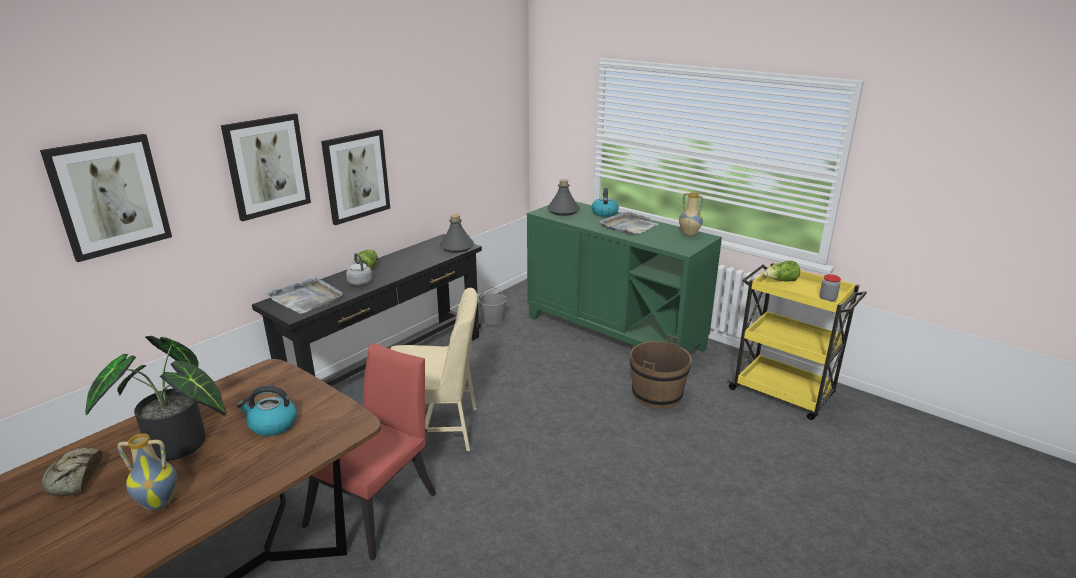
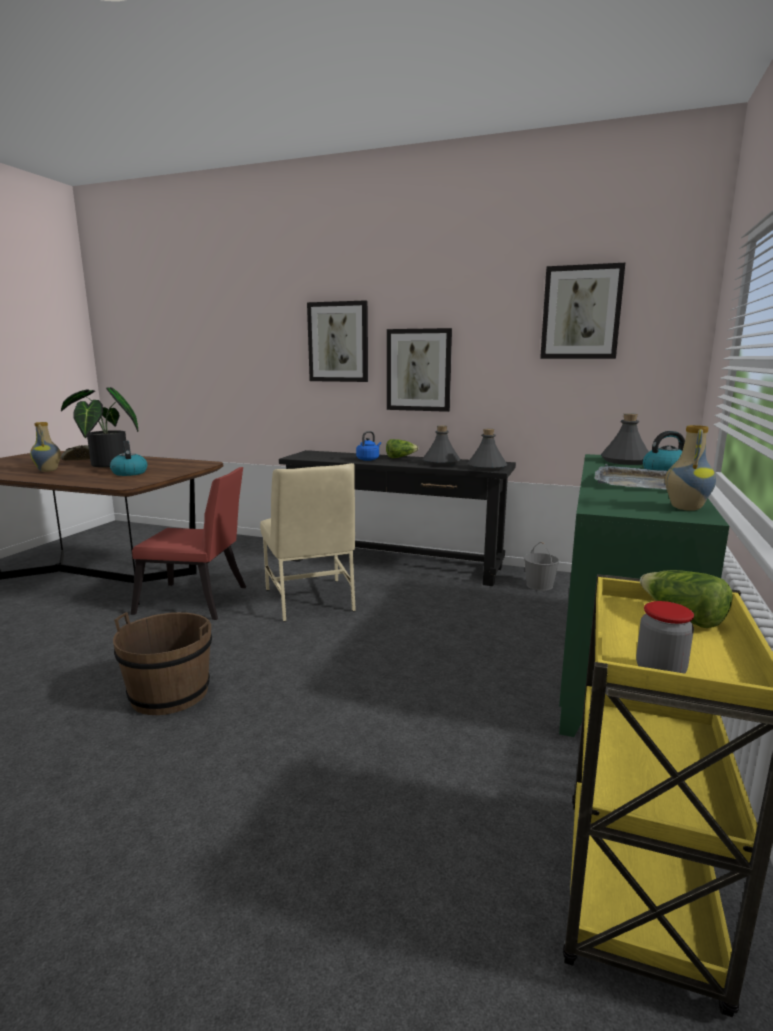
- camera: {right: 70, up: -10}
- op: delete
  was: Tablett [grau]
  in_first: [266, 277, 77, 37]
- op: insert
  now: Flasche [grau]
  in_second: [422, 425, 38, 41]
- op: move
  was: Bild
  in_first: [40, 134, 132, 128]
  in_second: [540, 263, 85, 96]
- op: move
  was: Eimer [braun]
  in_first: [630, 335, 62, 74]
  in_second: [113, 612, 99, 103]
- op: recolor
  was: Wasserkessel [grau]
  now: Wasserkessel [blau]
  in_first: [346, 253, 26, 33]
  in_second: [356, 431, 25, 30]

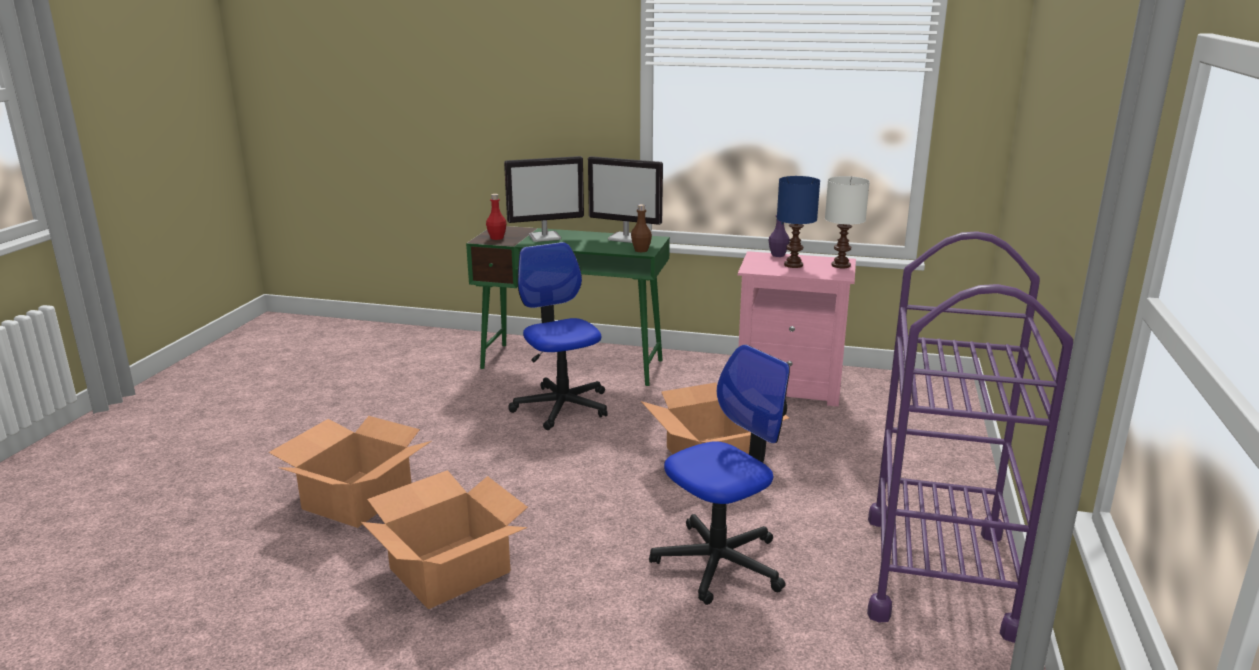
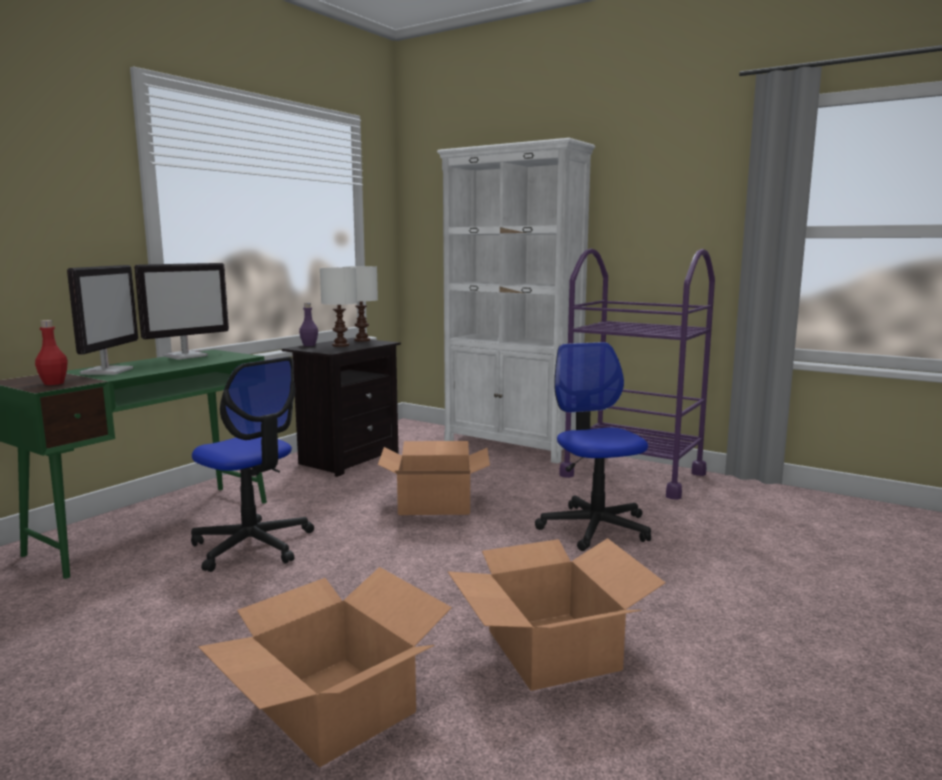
- camera: {right: -70, up: -10}
- op: delete
  was: Flasche [braun]
  in_first: [631, 204, 21, 48]
- op: insert
  now: Bücherregal [weiß]
  in_second: [437, 138, 158, 326]
- op: recolor
  was: Nachttisch [rosa]
  now: Nachttisch [schwarz]
  in_first: [738, 251, 118, 156]
  in_second: [282, 338, 119, 139]
- op: recolor
  was: Tischlampe [blau]
  now: Tischlampe [weiß]
  in_first: [777, 176, 43, 92]
  in_second: [320, 267, 37, 80]
- op: rotate
  was: Bürostuhl
  in_first: [508, 242, 100, 188]
  in_second: [191, 357, 123, 215]
  clockwise: -135

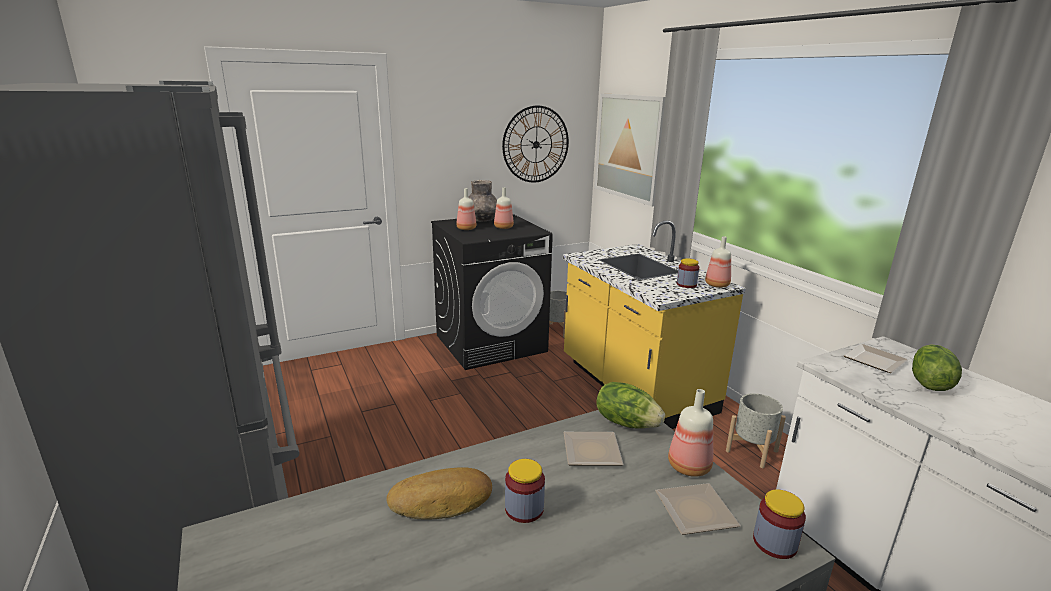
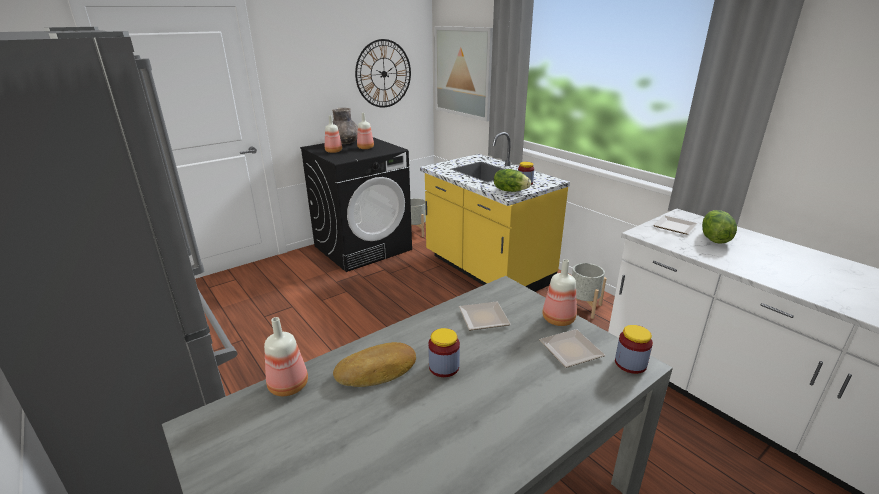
- camera: {right: -10, up: 5}
- op: move
  was: Salatkopf
  in_first: [596, 382, 69, 46]
  in_second: [494, 169, 37, 23]
- op: move
  was: Flasche
  in_first: [705, 236, 26, 52]
  in_second: [264, 317, 44, 79]

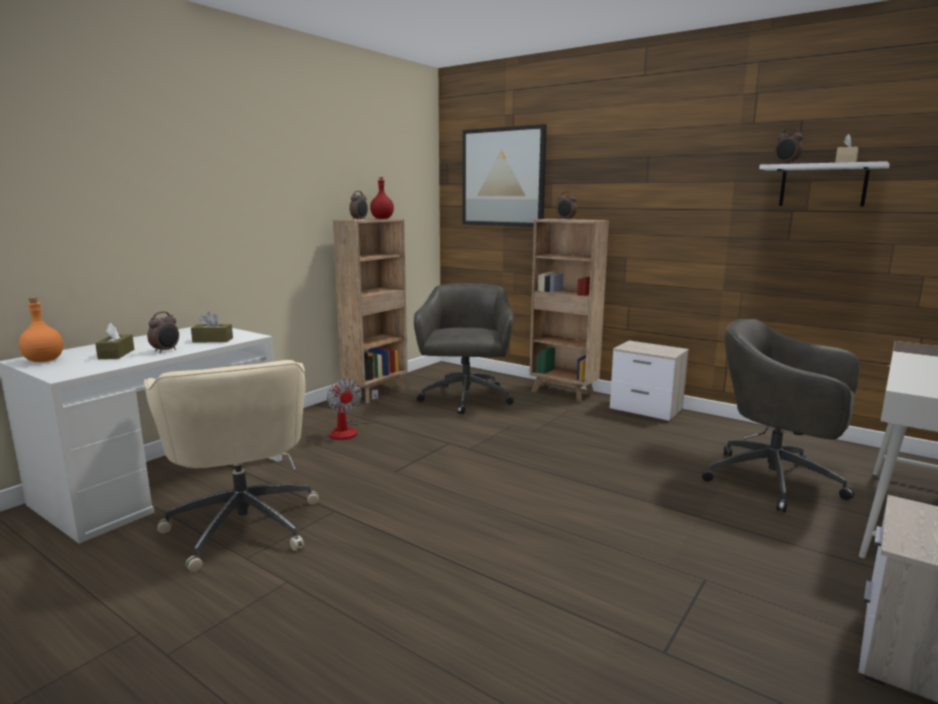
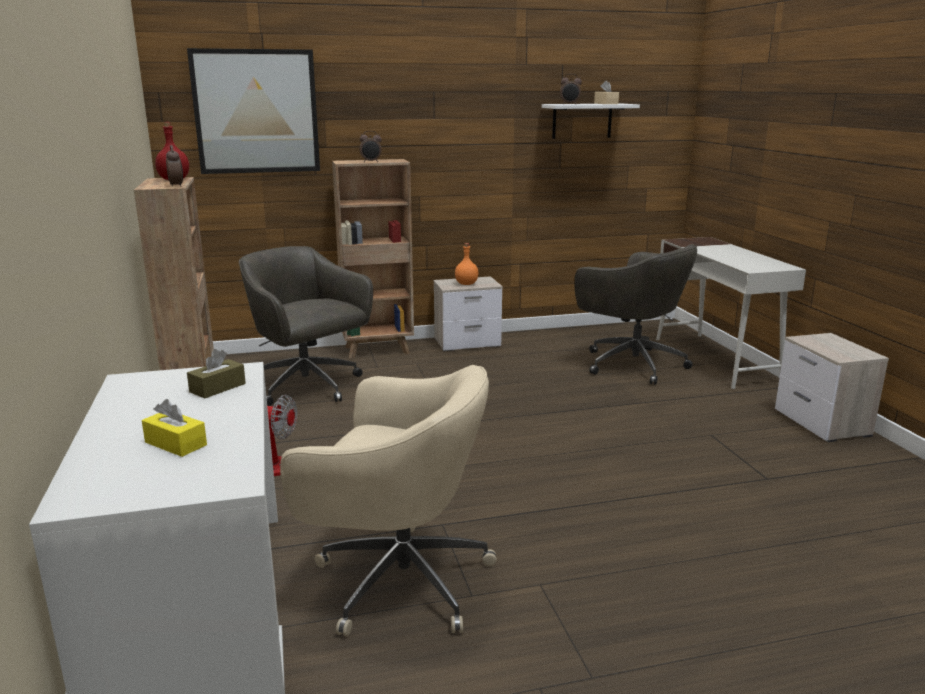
- camera: {right: -50, up: 5}
- op: delete
  was: Wecker
  in_first: [147, 312, 32, 41]
- op: move
  was: Flasche [orange]
  in_first: [19, 298, 44, 64]
  in_second: [455, 243, 24, 42]
- op: recolor
  was: Taschentuchbox [braun]
  now: Taschentuchbox [gelb]
  in_first: [95, 323, 39, 36]
  in_second: [142, 399, 65, 58]
- op: rotate
  was: Bürostuhl [grau]
  in_first: [702, 319, 157, 194]
  in_second: [574, 244, 123, 141]
  clockwise: -120

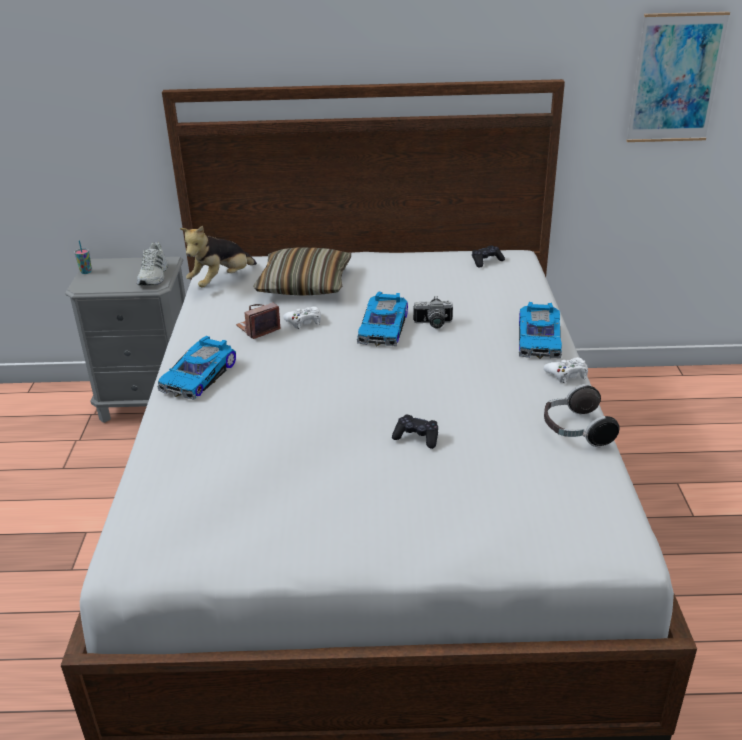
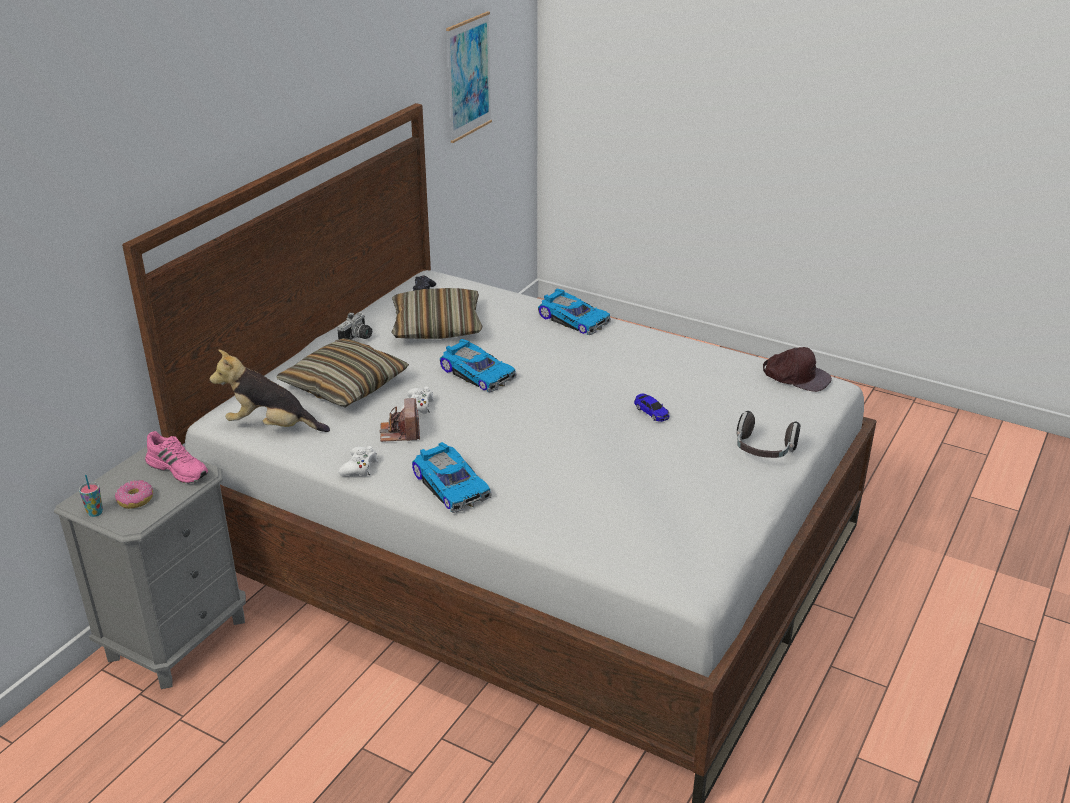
- camera: {right: -60, up: 0}
- op: insert
  now: Donut
  in_second: [115, 480, 38, 29]
- op: insert
  now: Kissen
  in_second: [391, 288, 91, 51]
- op: insert
  now: Kappe [braun]
  in_second: [763, 347, 69, 45]
- op: move
  was: Kamera
  in_first: [413, 296, 40, 33]
  in_second: [337, 312, 35, 28]
- op: move
  was: Gamepad [weiß]
  in_first: [544, 357, 44, 26]
  in_second: [338, 446, 40, 30]
- op: move
  was: Kopfhörer
  in_first: [544, 384, 75, 63]
  in_second: [736, 411, 64, 47]
- op: replace
  was: Gamepad [schwarz]
  now: Spielzeugauto
  in_first: [392, 415, 46, 34]
  in_second: [634, 393, 35, 29]
- op: recolor
  was: Schuh [weiß]
  now: Schuh [rosa]
  in_first: [137, 242, 31, 43]
  in_second: [145, 431, 63, 52]
- op: rotate
  was: Plüschtier
  in_first: [180, 226, 77, 61]
  in_second: [210, 350, 120, 82]
  clockwise: 120

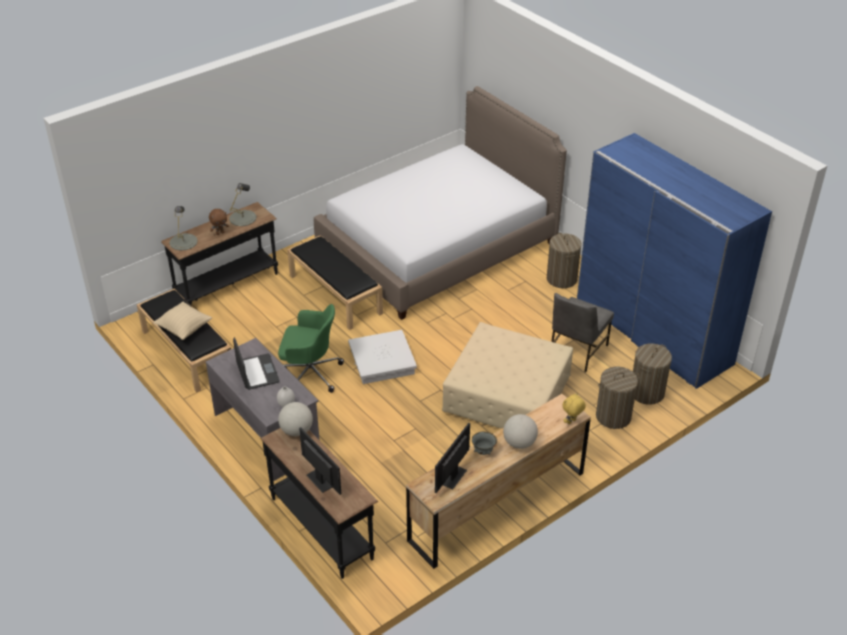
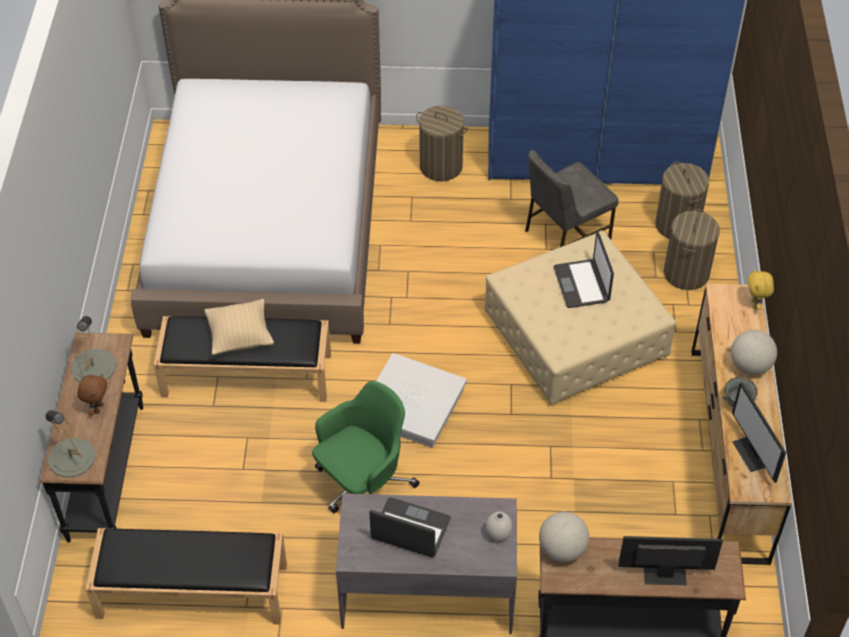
- camera: {right: -50, up: 10}
- op: insert
  now: Laptop
  in_second: [554, 232, 60, 76]
- op: move
  was: Kissen [beige]
  in_first: [153, 302, 59, 38]
  in_second: [204, 299, 70, 56]
- op: rotate
  was: Stuhl [grau]
  in_first: [551, 293, 63, 79]
  in_second: [525, 150, 94, 97]
  clockwise: 75

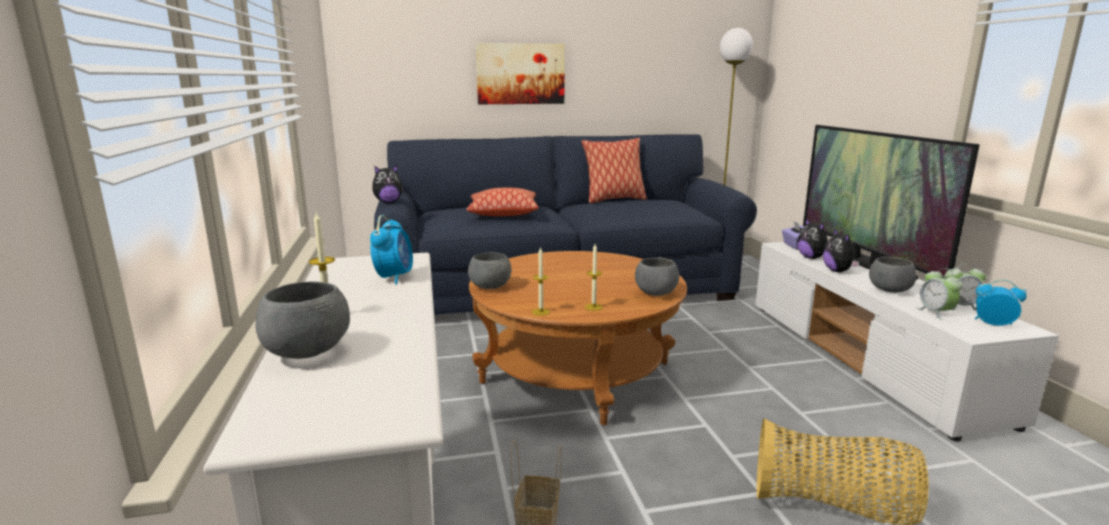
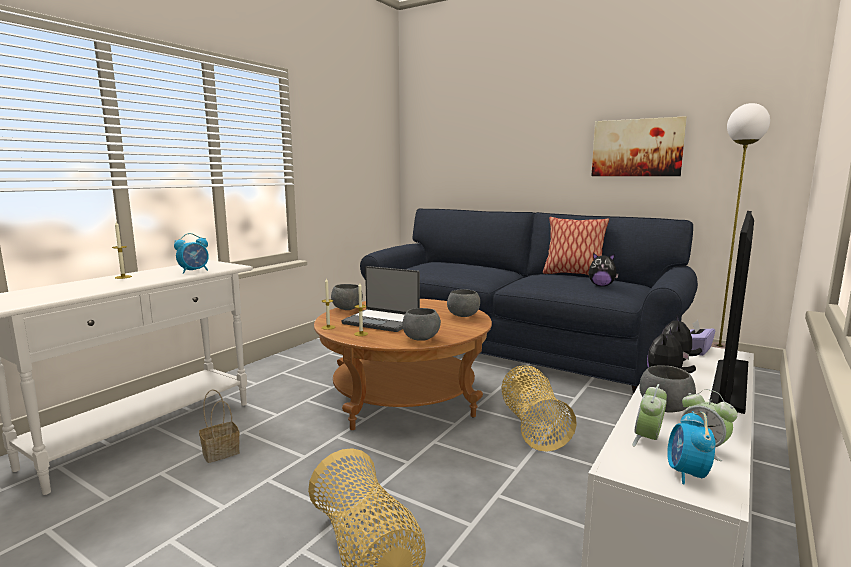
- camera: {right: 45, up: -5}
- op: delete
  was: Kissen
  in_first: [467, 188, 72, 28]
- op: insert
  now: Laptop
  in_second: [341, 266, 79, 66]
- op: insert
  now: Korb
  in_second: [501, 365, 76, 87]
- op: move
  was: Schüssel [grau]
  in_first: [255, 281, 95, 78]
  in_second: [447, 289, 33, 28]
- op: move
  was: Plüschtier
  in_first: [372, 165, 31, 38]
  in_second: [588, 253, 31, 33]
- op: move
  was: Bild
  in_first: [476, 43, 89, 61]
  in_second: [591, 116, 96, 60]
- op: rotate
  was: Wecker
  in_first: [975, 280, 52, 46]
  in_second: [667, 411, 49, 74]
  clockwise: -150

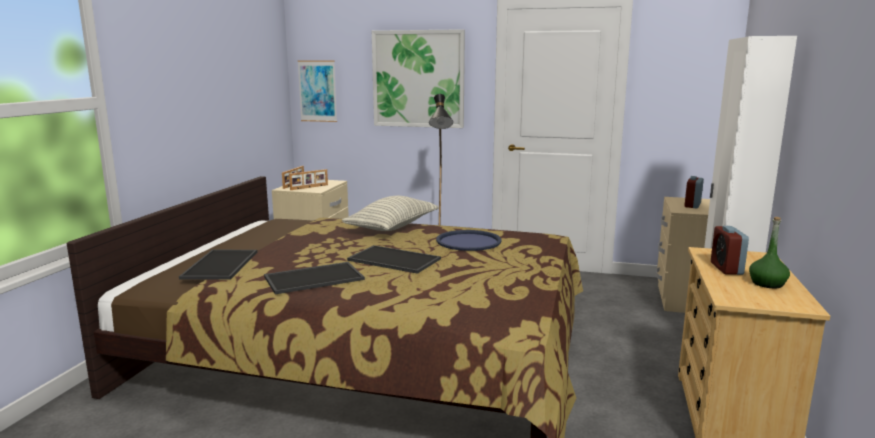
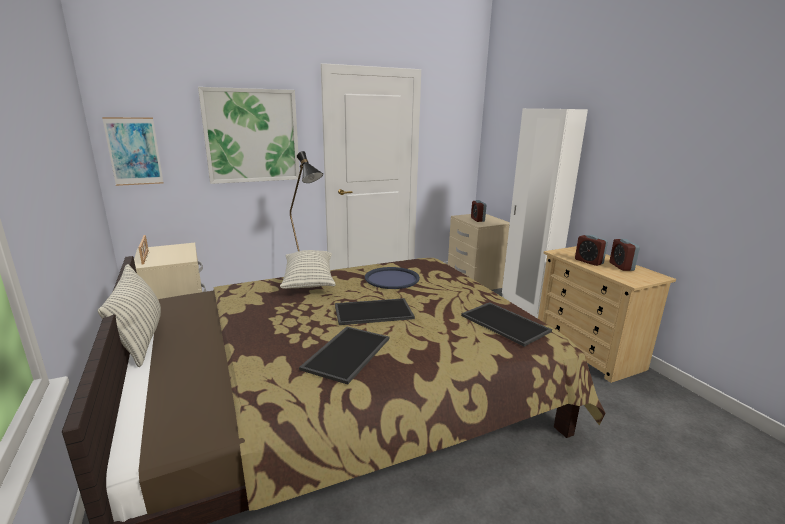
- camera: {right: -40, up: 5}
- op: delete
  was: Bilderrahmen
  in_first: [289, 169, 39, 21]
- op: insert
  now: Kissen
  in_second: [98, 264, 63, 103]
- op: move
  was: Tablett
  in_first: [179, 250, 79, 30]
  in_second: [461, 302, 91, 45]
- op: replace
  was: Flasche [grün]
  now: Wecker
  in_first: [749, 217, 41, 71]
  in_second: [610, 239, 30, 32]

